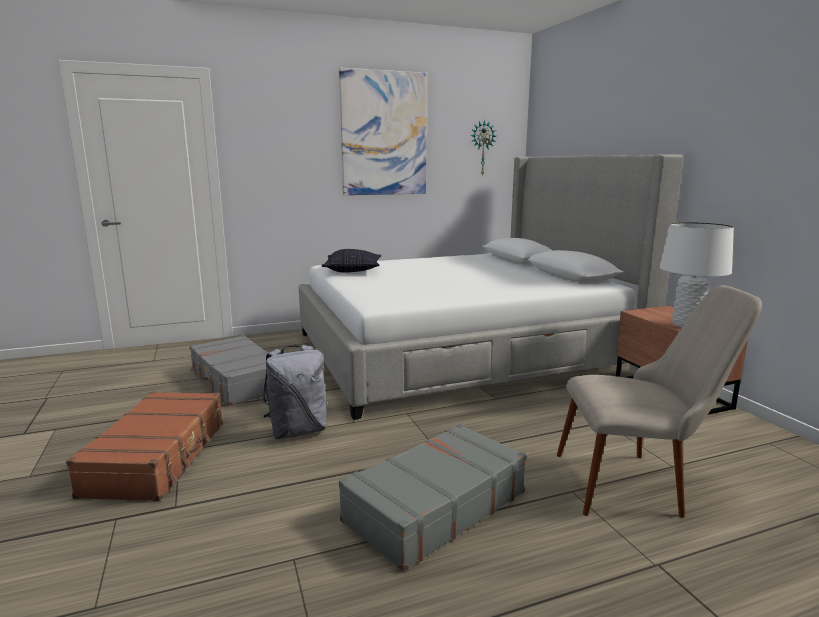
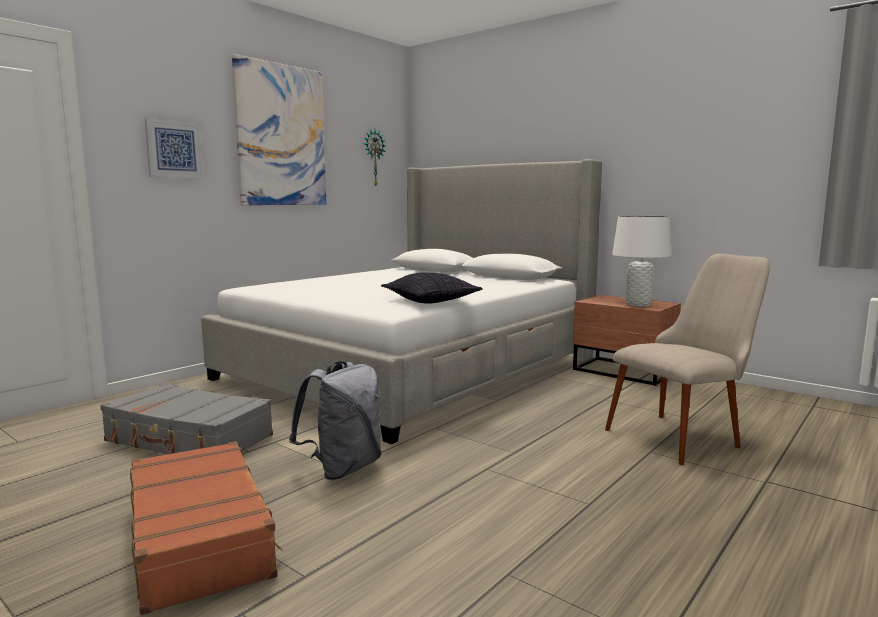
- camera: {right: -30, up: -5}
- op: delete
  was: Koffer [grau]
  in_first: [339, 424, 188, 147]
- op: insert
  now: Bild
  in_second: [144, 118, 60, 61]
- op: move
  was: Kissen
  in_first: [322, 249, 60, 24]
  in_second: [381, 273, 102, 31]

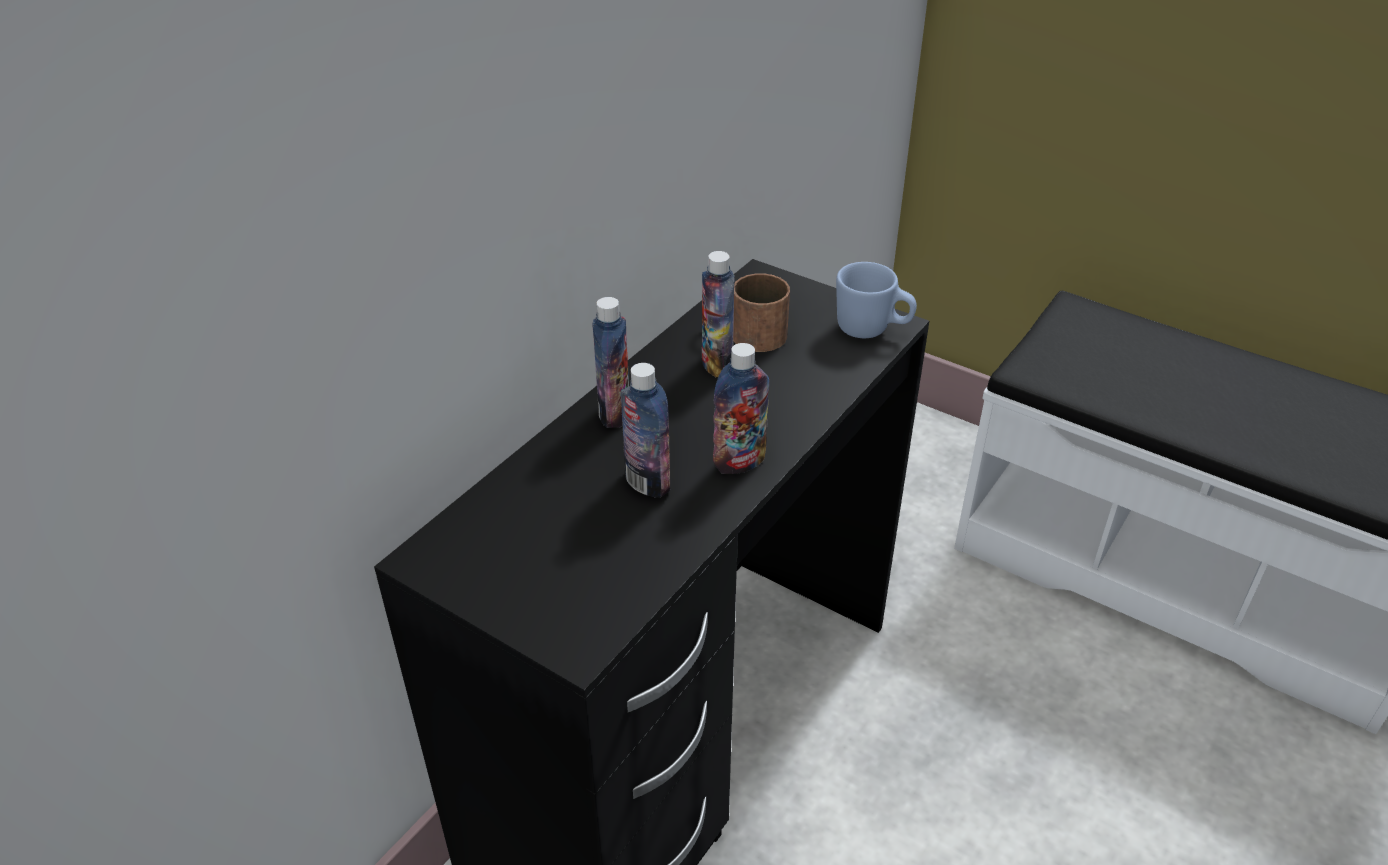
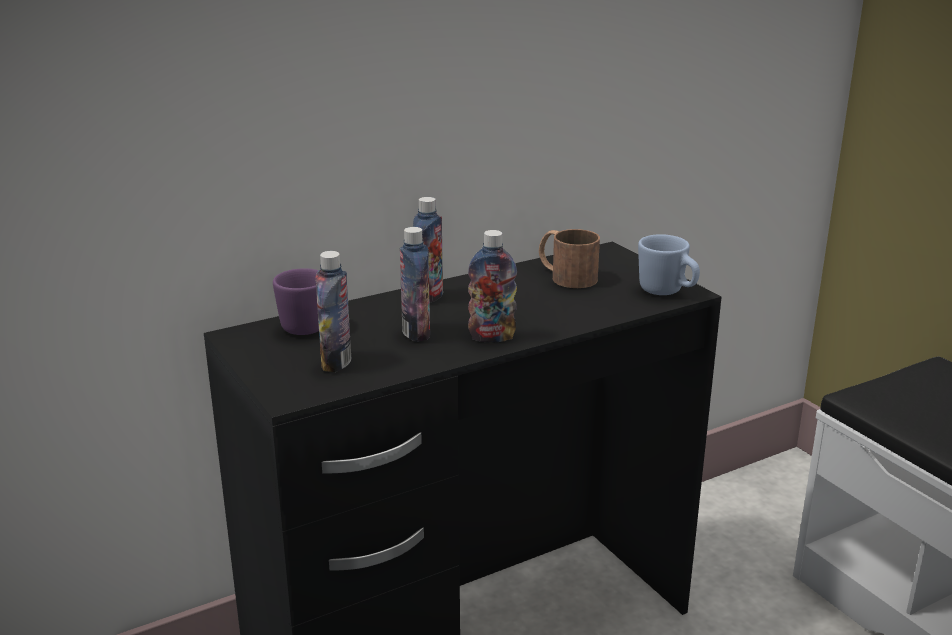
- camera: {right: 25, up: -15}
- op: insert
  now: Henkelbecher [lila]
  in_second: [273, 268, 46, 67]
- op: move
  was: Flasche
  in_first: [702, 251, 33, 126]
  in_second: [315, 251, 36, 121]

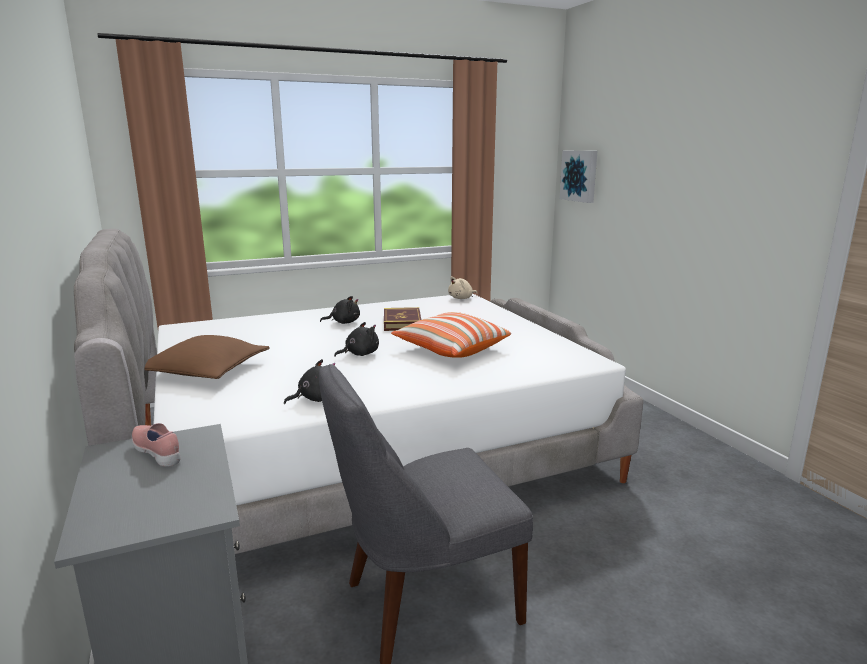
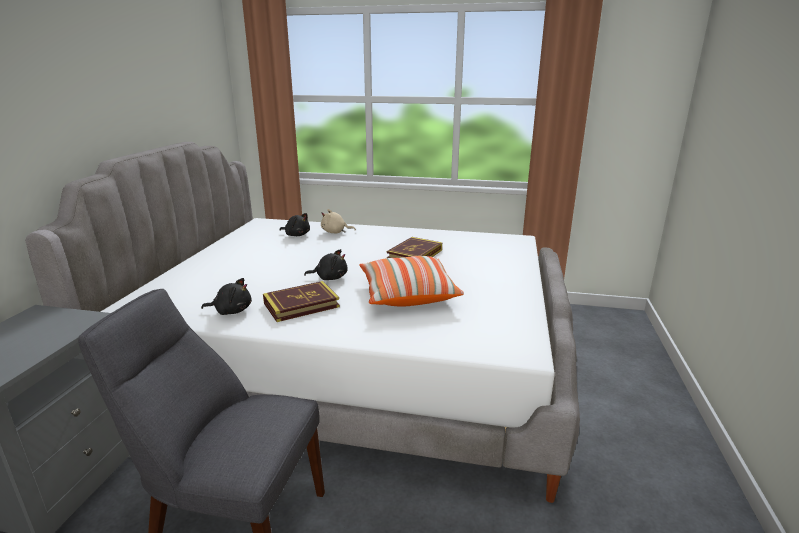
- camera: {right: 35, up: 5}
- op: delete
  was: Schuh [rosa]
  in_first: [132, 423, 48, 44]
- op: delete
  was: Kissen [braun]
  in_first: [144, 335, 126, 44]
- op: delete
  was: Bild
  in_first: [559, 151, 38, 52]
- op: insert
  now: Buch
  in_second: [263, 281, 77, 41]
- op: move
  was: Plüschtier [schwarz]
  in_first: [320, 296, 40, 28]
  in_second: [280, 213, 30, 23]
- op: move
  was: Plüschtier [beige]
  in_first: [448, 276, 30, 23]
  in_second: [321, 209, 35, 24]

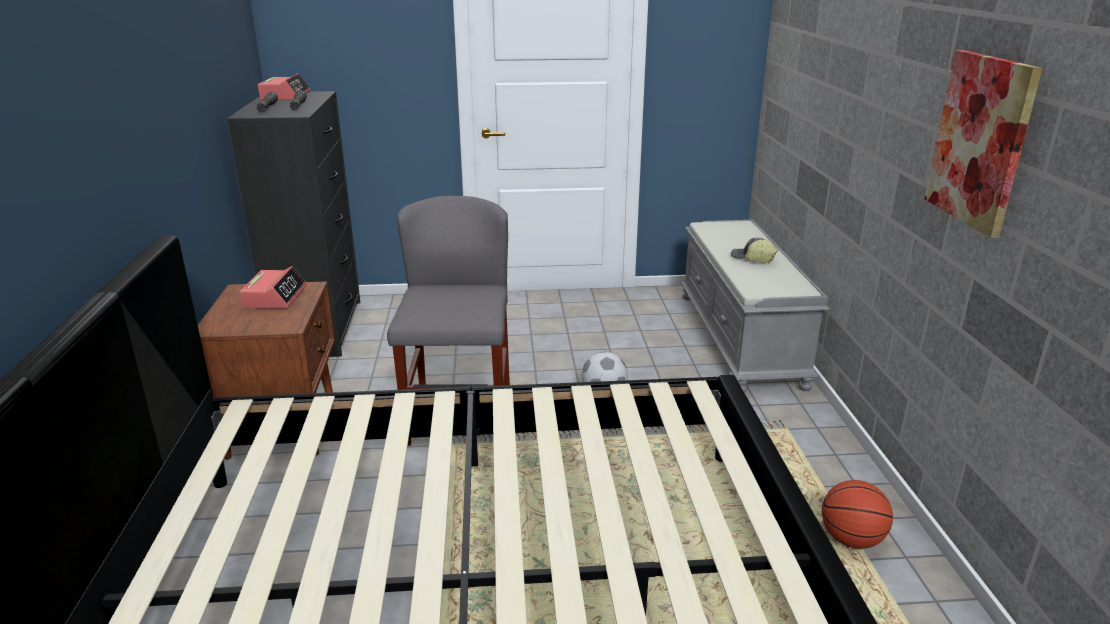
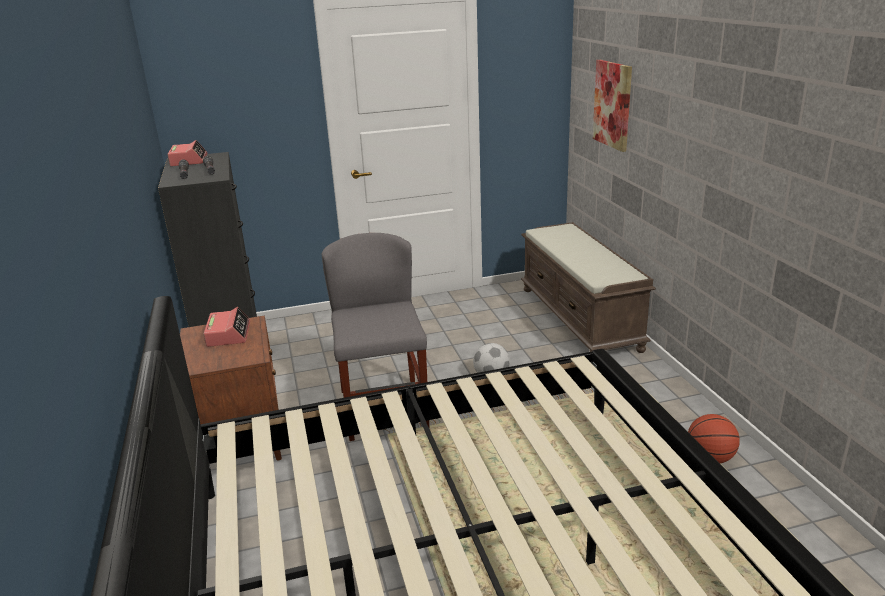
- camera: {right: -10, up: 0}
- op: delete
  was: Kappe
  in_first: [731, 238, 47, 25]
- op: move
  was: Bild
  in_first: [924, 50, 118, 188]
  in_second: [593, 60, 39, 92]
- op: recolor
  was: Bank [grau]
  now: Bank [braun]
  in_first: [681, 220, 148, 173]
  in_second: [521, 222, 135, 131]

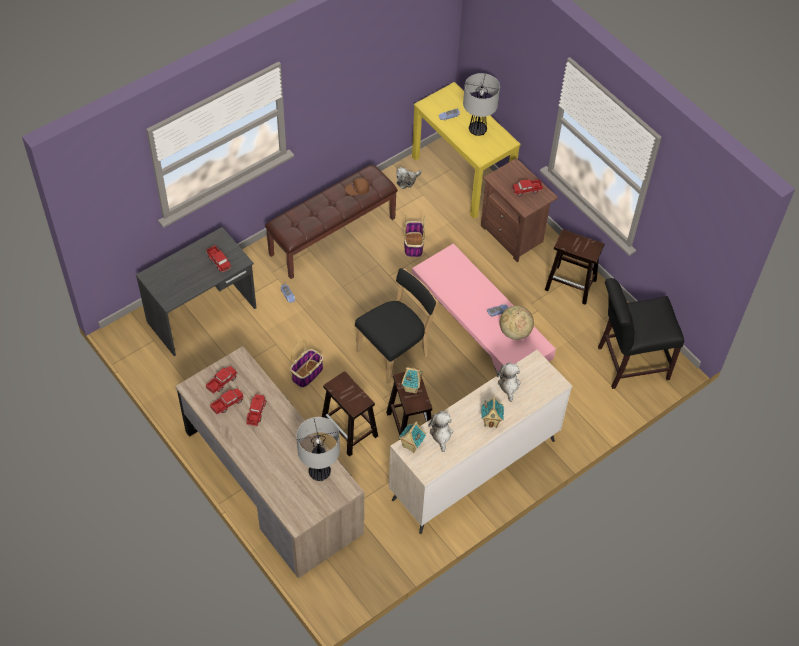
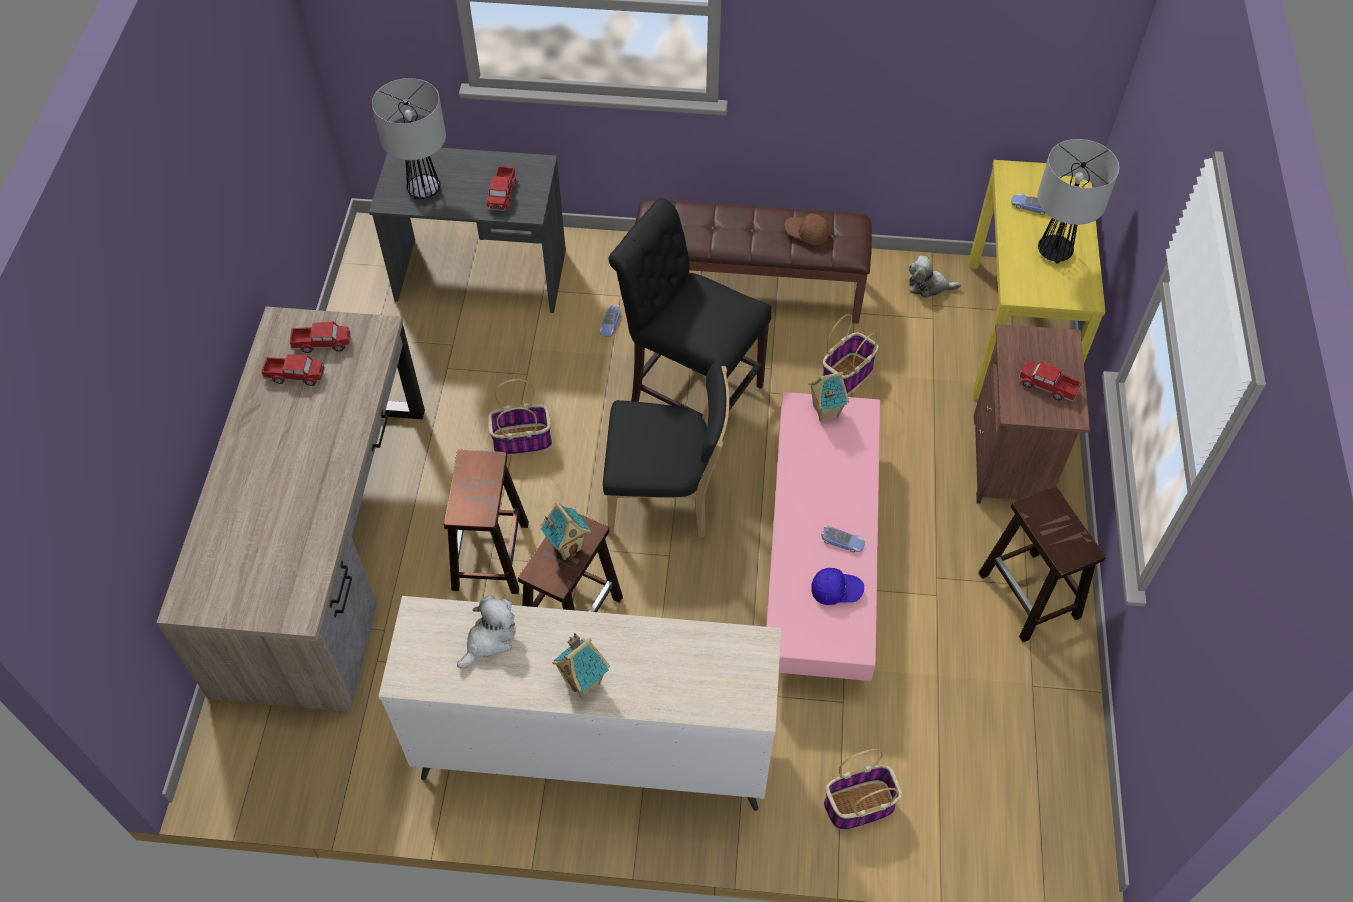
- camera: {right: 45, up: 0}
- op: delete
  was: Spielzeuglaster
  in_first: [246, 394, 20, 33]
- op: delete
  was: Plüschtier
  in_first: [497, 362, 24, 40]
- op: insert
  now: Korb
  in_second: [824, 749, 78, 81]
- op: move
  was: Tischlampe
  in_first: [297, 417, 43, 64]
  in_second: [372, 78, 74, 121]
- op: move
  was: Spielzeughaus
  in_first: [399, 421, 27, 32]
  in_second: [809, 372, 40, 49]
- op: move
  was: Stuhl [schwarz]
  in_first: [598, 278, 87, 111]
  in_second: [609, 198, 163, 219]
- op: replace
  was: Globus
  now: Kappe [blau]
  in_first: [500, 306, 34, 34]
  in_second: [811, 568, 53, 37]

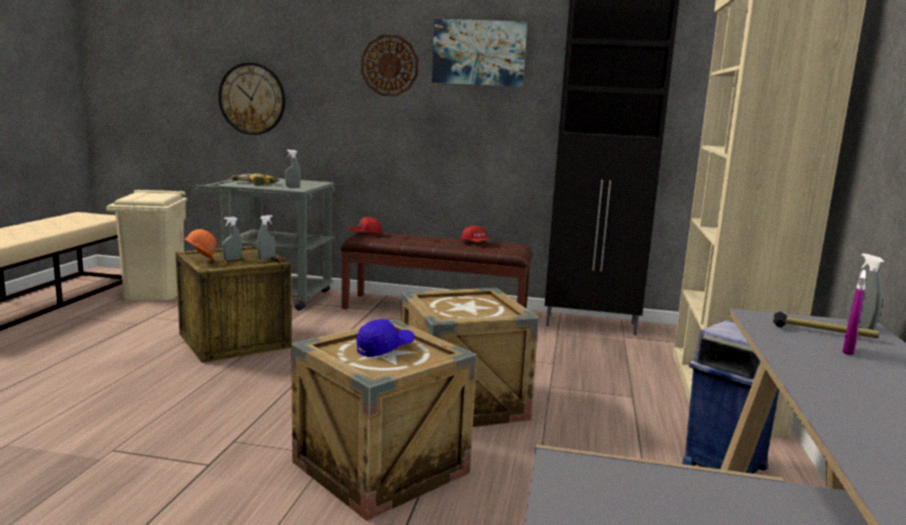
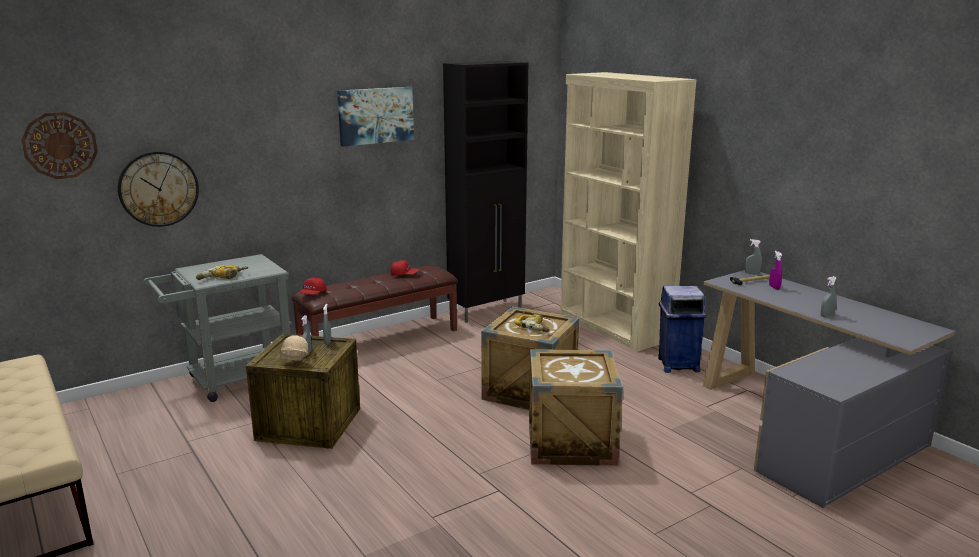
- camera: {right: -45, up: 5}
- op: delete
  was: Mülleimer [beige]
  in_first: [107, 189, 80, 111]
- op: delete
  was: Kappe [blau]
  in_first: [357, 319, 58, 38]
- op: insert
  now: Bohrmaschine
  in_second: [514, 311, 39, 21]
- op: move
  was: Sprühflasche [grau]
  in_first: [285, 150, 16, 38]
  in_second: [821, 276, 16, 41]
- op: move
  was: Wanduhr
  in_first: [361, 35, 58, 62]
  in_second: [21, 112, 77, 67]
- op: recolor
  was: Schutzhelm [orange]
  now: Schutzhelm [beige]
  in_first: [185, 229, 31, 32]
  in_second: [279, 335, 30, 26]

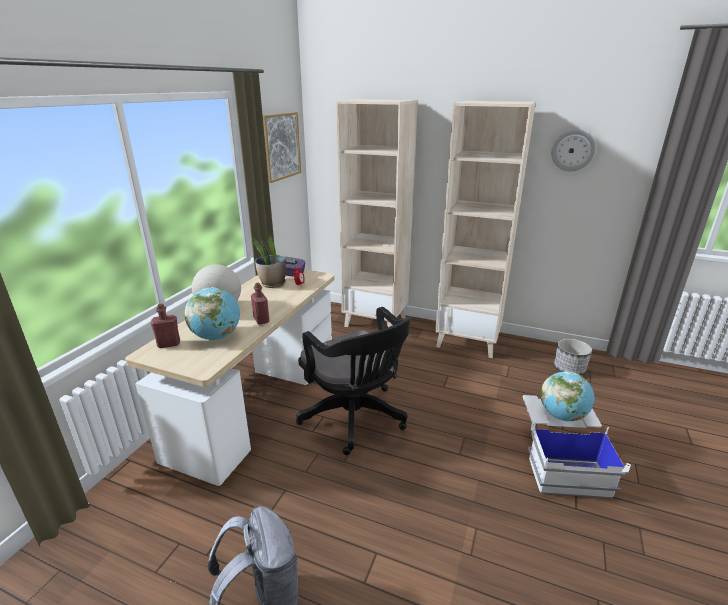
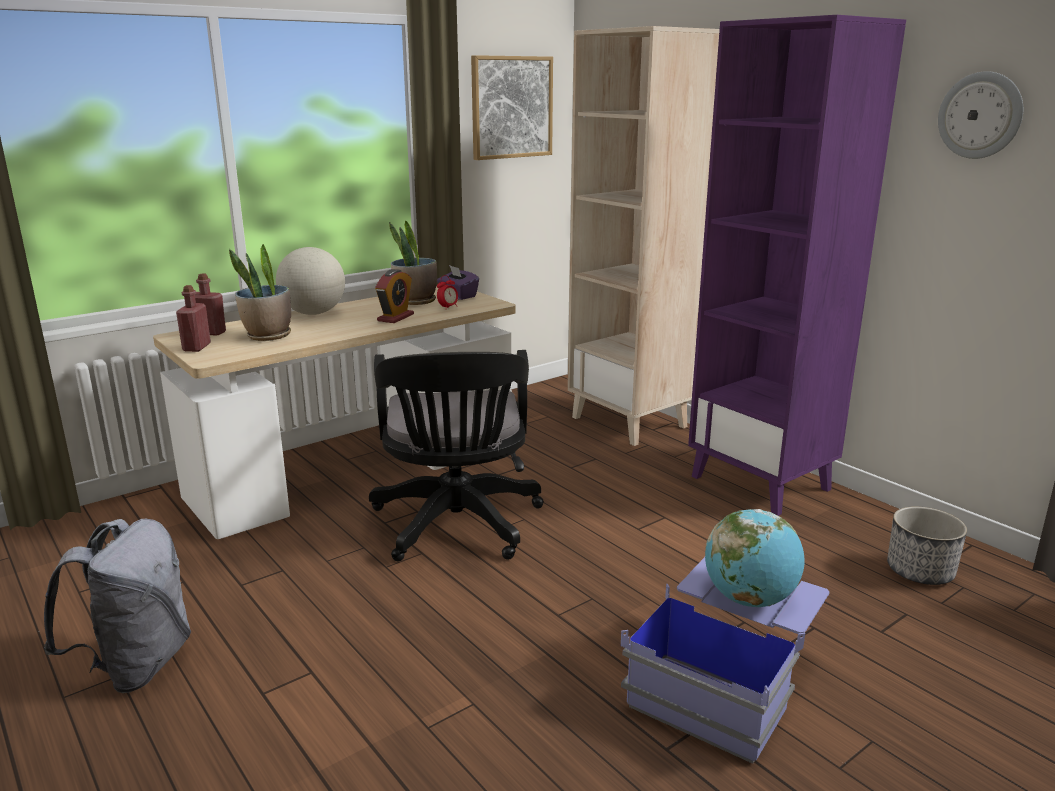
- camera: {right: 30, up: -5}
- op: insert
  now: Wecker
  in_second: [375, 269, 39, 54]
- op: move
  was: Flasche [rot]
  in_first: [251, 283, 18, 42]
  in_second: [176, 285, 35, 67]
- op: replace
  was: Globus
  now: Topfpflanze
  in_first: [185, 287, 55, 53]
  in_second: [229, 244, 62, 97]
- op: recolor
  was: Bücherregal [beige]
  now: Bücherregal [lila]
  in_first: [435, 101, 101, 257]
  in_second: [688, 15, 218, 501]
- op: recolor
  was: Aufbewahrungsbox [weiß]
  now: Aufbewahrungsbox [blau]
  in_first: [523, 395, 108, 103]
  in_second: [621, 557, 209, 207]

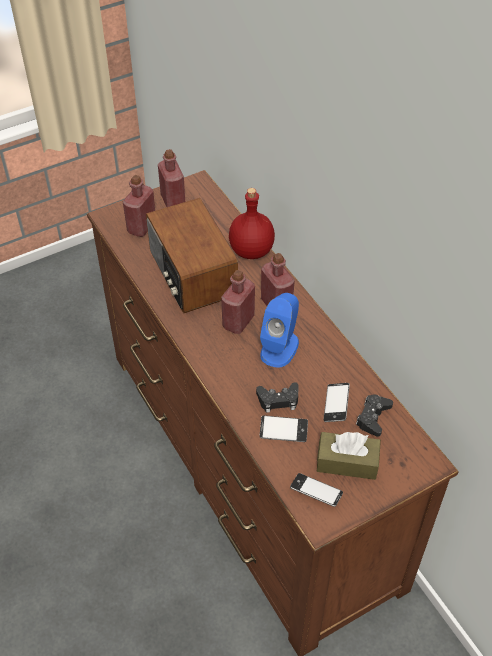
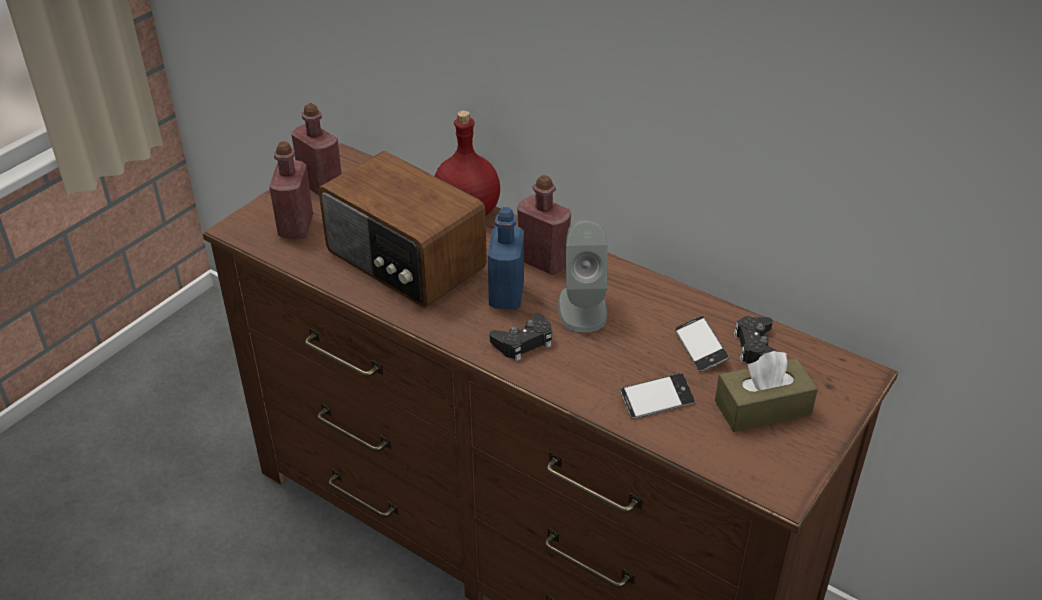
- camera: {right: -25, up: -10}
- op: delete
  was: Handy
  in_first: [290, 473, 53, 34]
- op: move
  was: Gamepad [schwarz]
  in_first: [256, 382, 43, 31]
  in_second: [490, 313, 62, 48]
- op: recolor
  was: Flasche [rot]
  now: Flasche [blau]
  in_first: [221, 270, 34, 64]
  in_second: [488, 207, 36, 102]
- op: recolor
  was: Lautsprecher [blau]
  now: Lautsprecher [grau]
  in_first: [260, 293, 39, 75]
  in_second: [558, 220, 50, 112]

